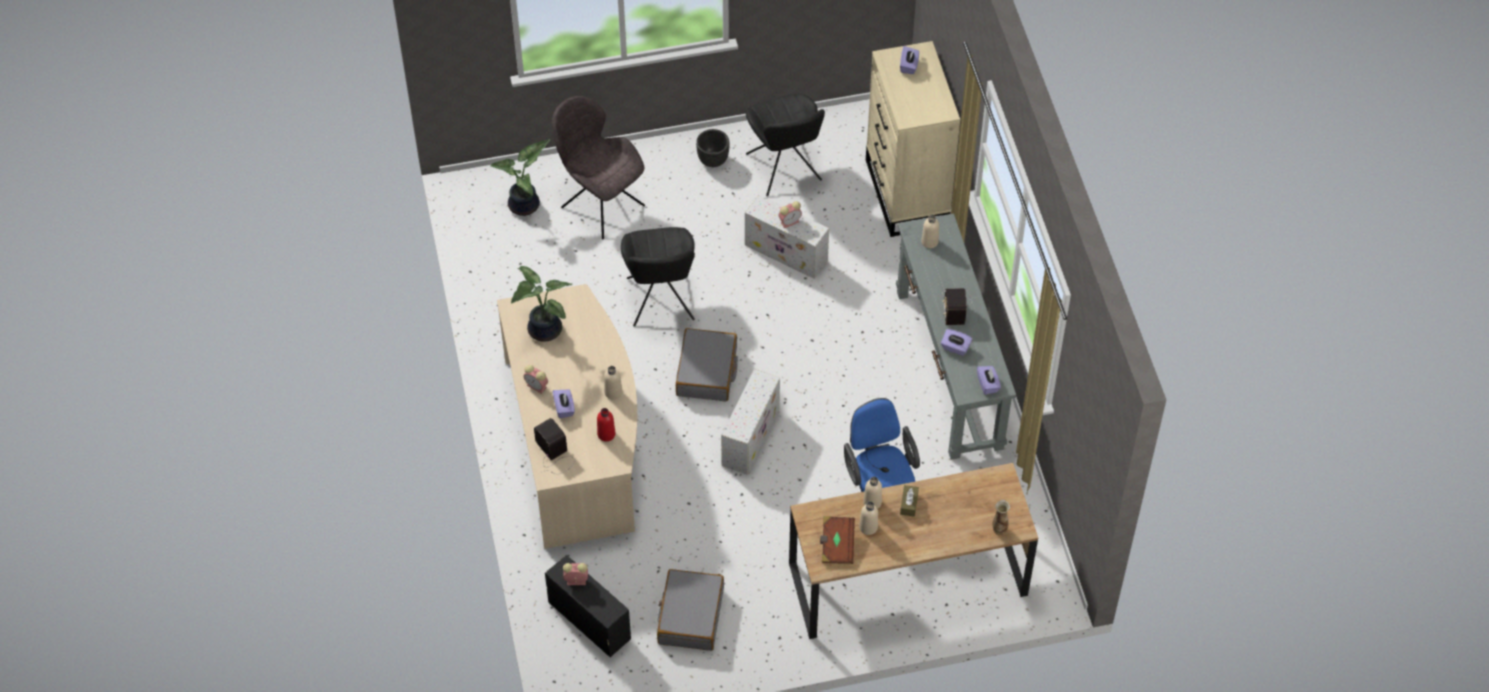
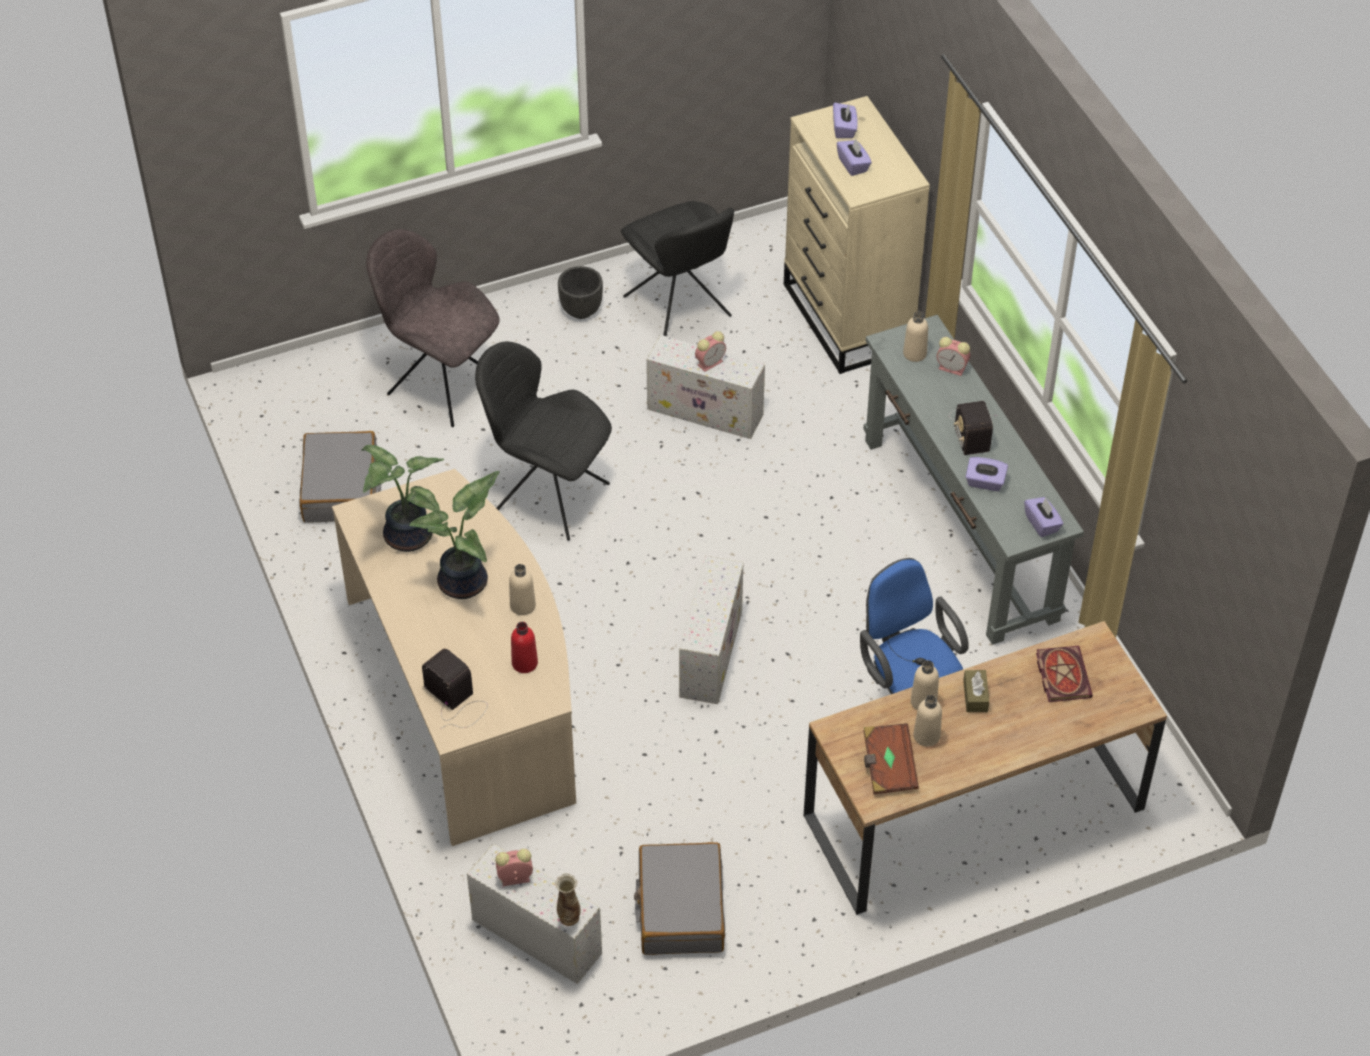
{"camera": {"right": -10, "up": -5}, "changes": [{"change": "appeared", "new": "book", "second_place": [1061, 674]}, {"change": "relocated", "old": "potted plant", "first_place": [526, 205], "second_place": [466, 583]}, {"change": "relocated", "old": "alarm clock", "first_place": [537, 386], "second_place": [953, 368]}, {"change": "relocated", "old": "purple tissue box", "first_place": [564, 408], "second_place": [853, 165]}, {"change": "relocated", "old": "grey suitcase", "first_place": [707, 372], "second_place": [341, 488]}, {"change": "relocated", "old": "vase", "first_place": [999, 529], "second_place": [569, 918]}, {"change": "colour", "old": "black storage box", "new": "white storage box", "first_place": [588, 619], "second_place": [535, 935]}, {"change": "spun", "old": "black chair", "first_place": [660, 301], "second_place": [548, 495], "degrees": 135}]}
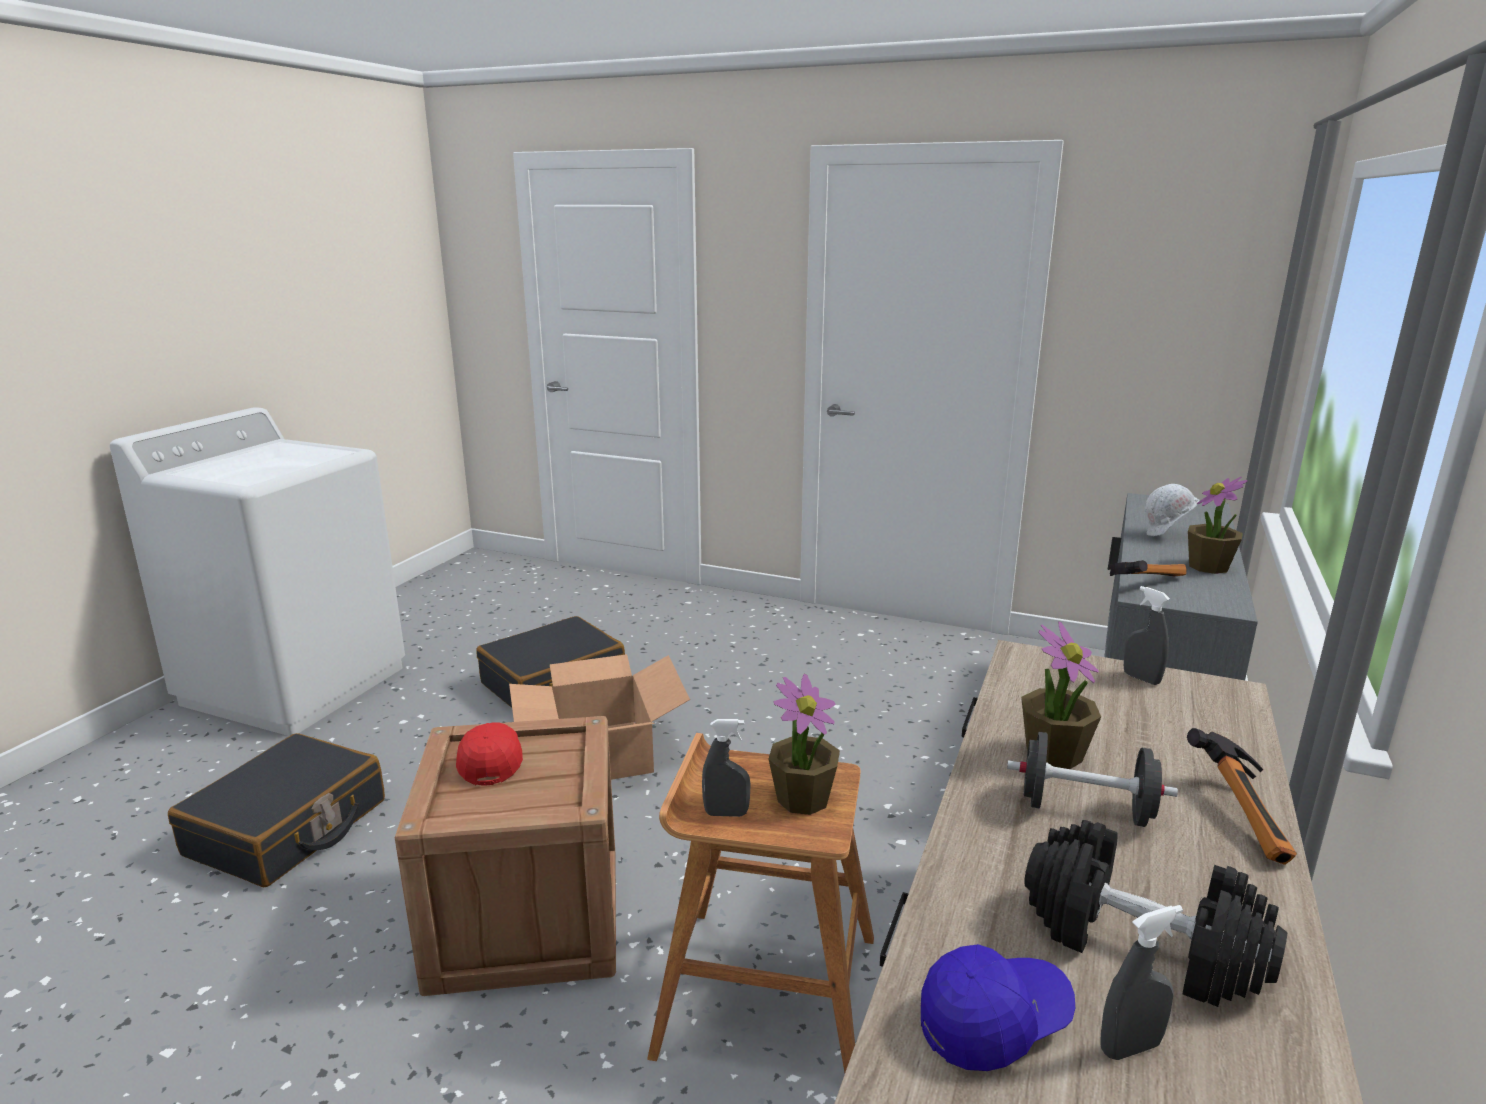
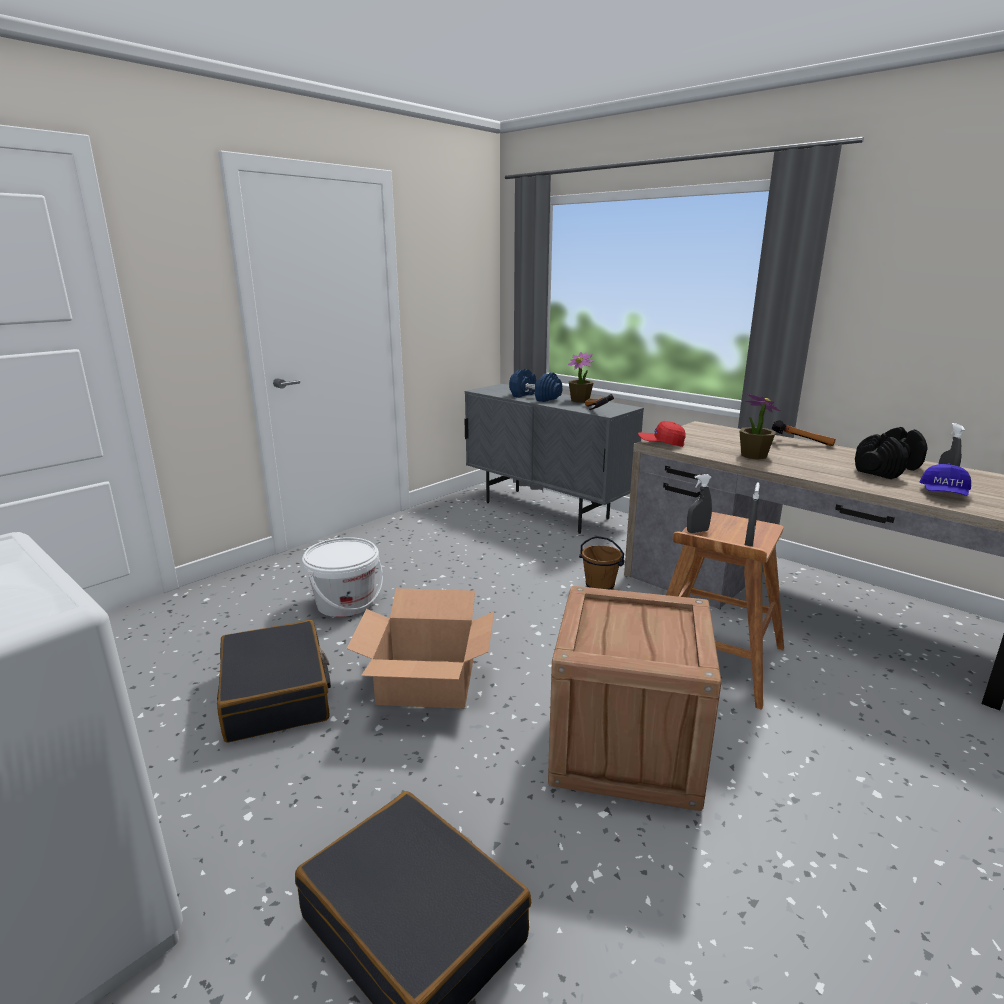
{"camera": {"right": -70, "up": 0}, "changes": [{"change": "missing", "old": "potted plant", "first_place": [803, 798]}, {"change": "missing", "old": "black dumbbell", "first_place": [1085, 809]}, {"change": "appeared", "new": "white bucket", "second_place": [345, 603]}, {"change": "appeared", "new": "brown bucket", "second_place": [600, 588]}, {"change": "relocated", "old": "red cap", "first_place": [491, 761], "second_place": [661, 444]}, {"change": "relocated", "old": "grey spray bottle", "first_place": [1141, 678], "second_place": [697, 531]}, {"change": "exchanged", "old": "white hard hat", "new": "blue dumbbell", "first_place": [1167, 536], "second_place": [535, 397]}, {"change": "spun", "old": "blue cap", "first_place": [993, 1021], "second_place": [943, 494], "degrees": -150}]}
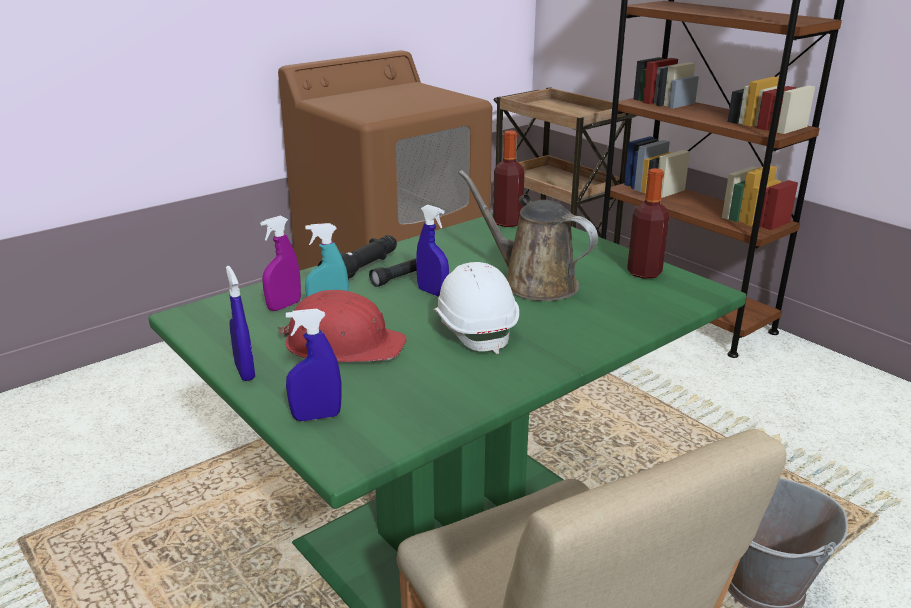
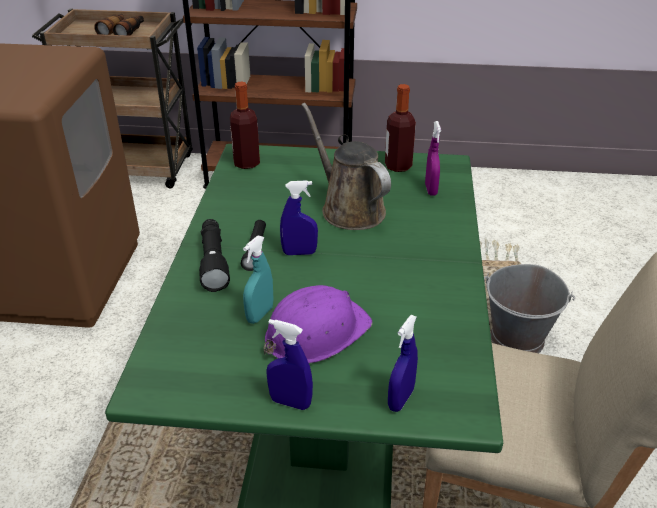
{"camera": {"right": -45, "up": 10}, "changes": [{"change": "missing", "old": "white hard hat", "first_place": [475, 328]}, {"change": "appeared", "new": "binoculars", "second_place": [123, 32]}, {"change": "relocated", "old": "purple spray bottle", "first_place": [284, 306], "second_place": [431, 190]}, {"change": "colour", "old": "red hard hat", "new": "purple hard hat", "first_place": [343, 344], "second_place": [315, 332]}, {"change": "spun", "old": "brown watering can", "first_place": [533, 283], "second_place": [349, 208], "degrees": 60}]}
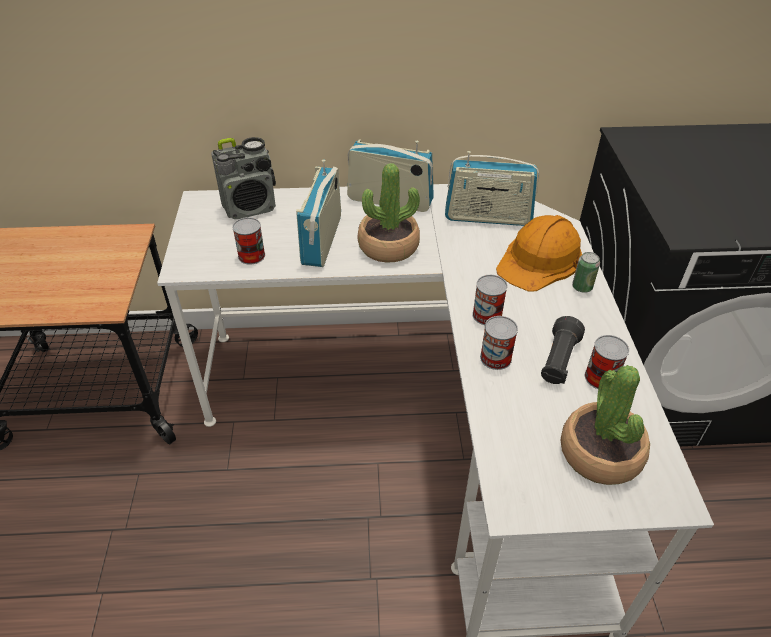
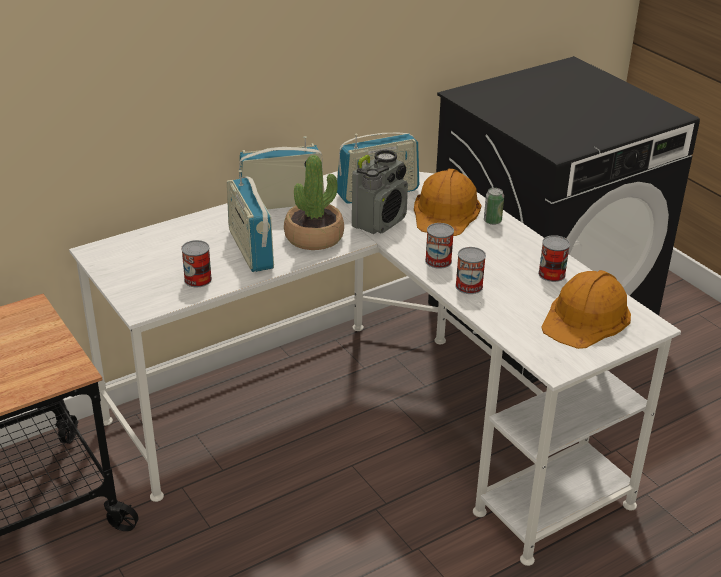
{"camera": {"right": -30, "up": -10}, "changes": [{"change": "missing", "old": "black flashlight", "first_place": [558, 361]}, {"change": "relocated", "old": "radio", "first_place": [250, 207], "second_place": [379, 222]}, {"change": "exchanged", "old": "potted plant", "new": "orange hard hat", "first_place": [600, 453], "second_place": [586, 318]}]}
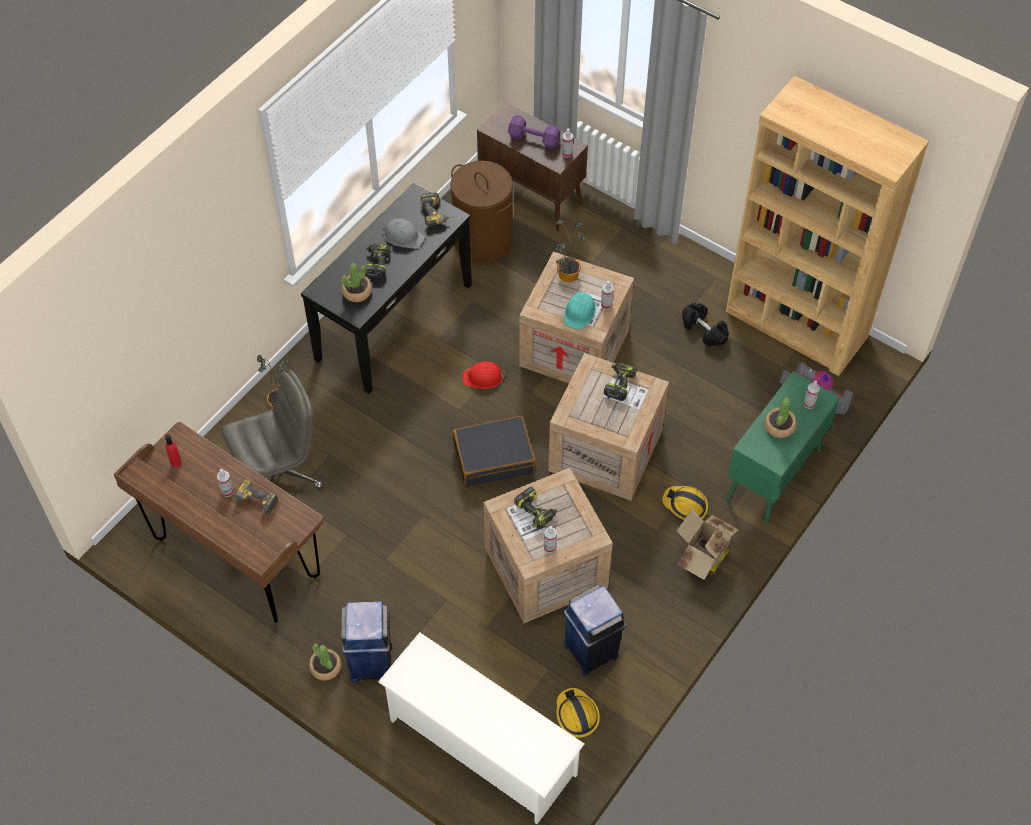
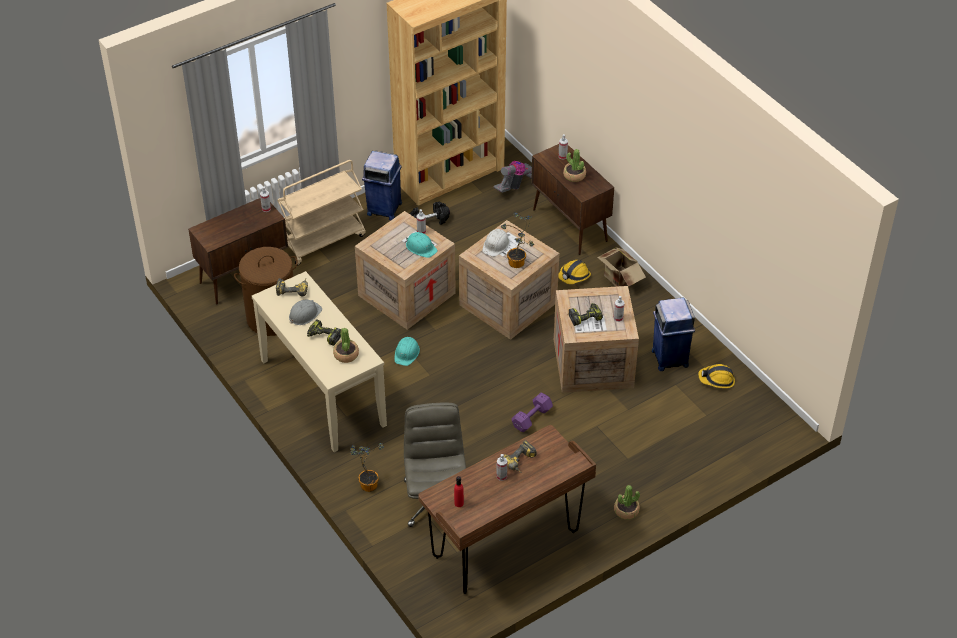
{"camera": {"right": -70, "up": -10}, "changes": [{"change": "missing", "old": "white shoe rack", "first_place": [481, 747]}, {"change": "missing", "old": "black suitcase", "first_place": [494, 458]}, {"change": "appeared", "new": "beige cart", "second_place": [323, 240]}, {"change": "relocated", "old": "blue trash can", "first_place": [371, 662], "second_place": [383, 208]}, {"change": "relocated", "old": "purple dumbbell", "first_place": [533, 138], "second_place": [531, 418]}, {"change": "relocated", "old": "potted plant", "first_place": [566, 277], "second_place": [518, 264]}, {"change": "exchanged", "old": "power drill", "new": "white hard hat", "first_place": [619, 384], "second_place": [496, 245]}, {"change": "colour", "old": "black console table", "new": "beige console table", "first_place": [393, 321], "second_place": [322, 393]}, {"change": "colour", "old": "red hard hat", "new": "turquoise hard hat", "first_place": [483, 377], "second_place": [407, 353]}, {"change": "colour", "old": "green cabinet", "new": "brown cabinet", "first_place": [773, 476], "second_place": [570, 226]}]}
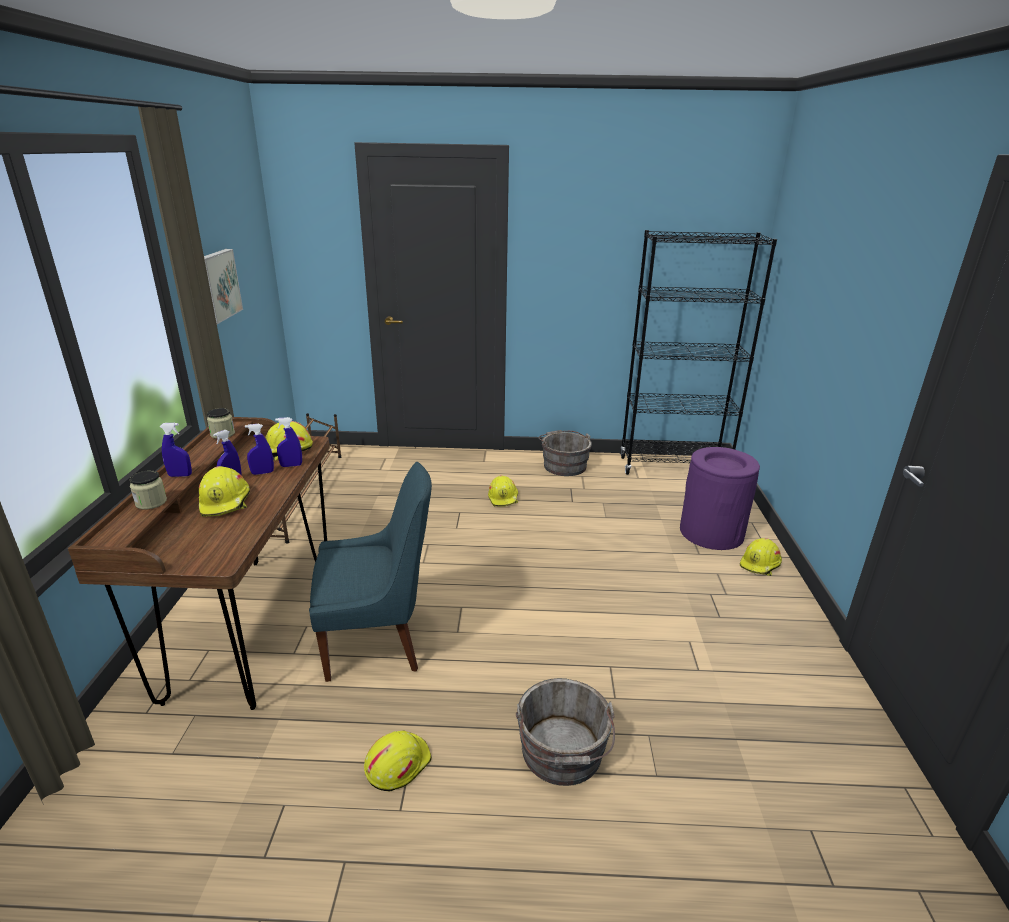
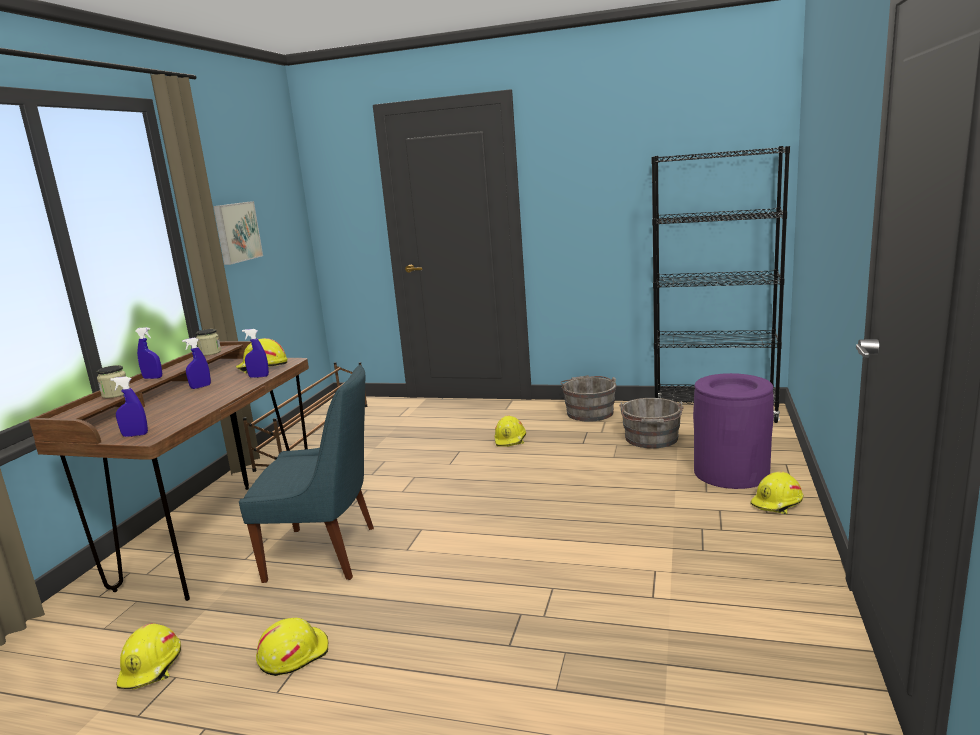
{"camera": {"right": 15, "up": -10}, "changes": [{"change": "relocated", "old": "yellow hard hat", "first_place": [226, 502], "second_place": [152, 667]}, {"change": "relocated", "old": "blue spray bottle", "first_place": [262, 473], "second_place": [135, 435]}, {"change": "relocated", "old": "grey bucket", "first_place": [562, 755], "second_place": [651, 439]}]}
